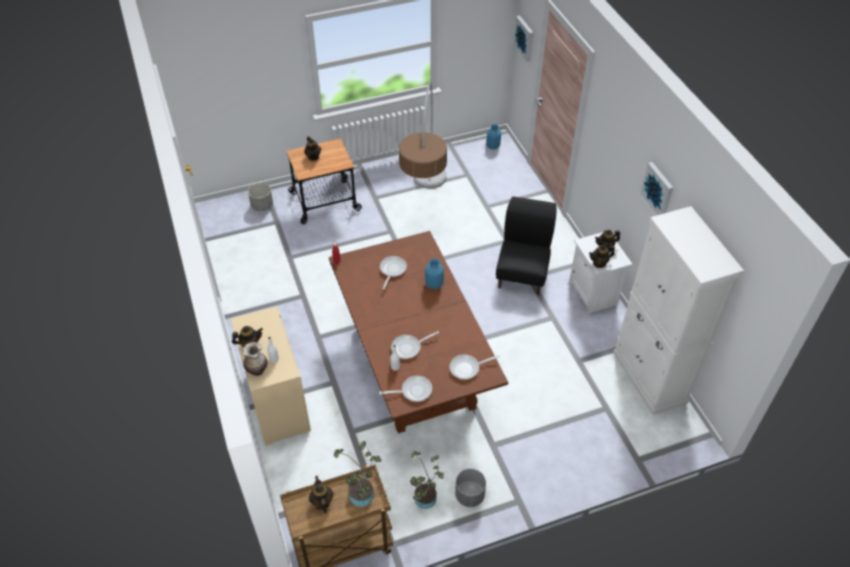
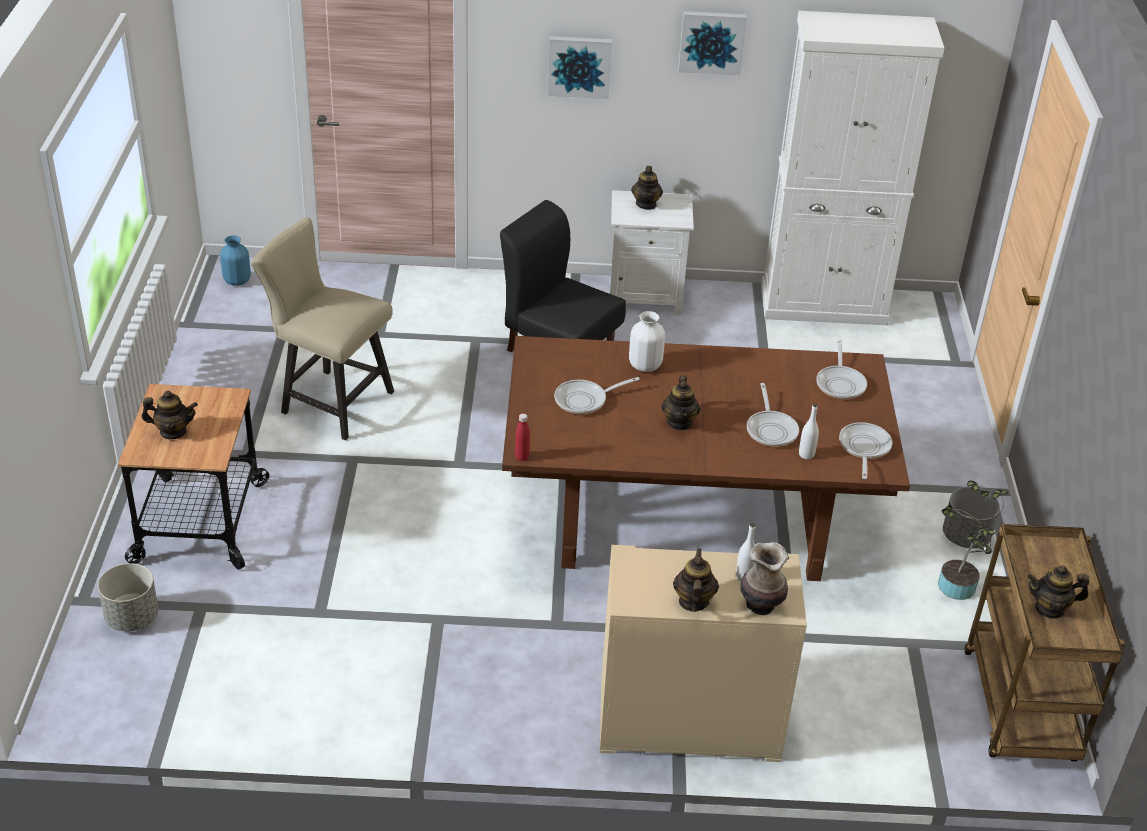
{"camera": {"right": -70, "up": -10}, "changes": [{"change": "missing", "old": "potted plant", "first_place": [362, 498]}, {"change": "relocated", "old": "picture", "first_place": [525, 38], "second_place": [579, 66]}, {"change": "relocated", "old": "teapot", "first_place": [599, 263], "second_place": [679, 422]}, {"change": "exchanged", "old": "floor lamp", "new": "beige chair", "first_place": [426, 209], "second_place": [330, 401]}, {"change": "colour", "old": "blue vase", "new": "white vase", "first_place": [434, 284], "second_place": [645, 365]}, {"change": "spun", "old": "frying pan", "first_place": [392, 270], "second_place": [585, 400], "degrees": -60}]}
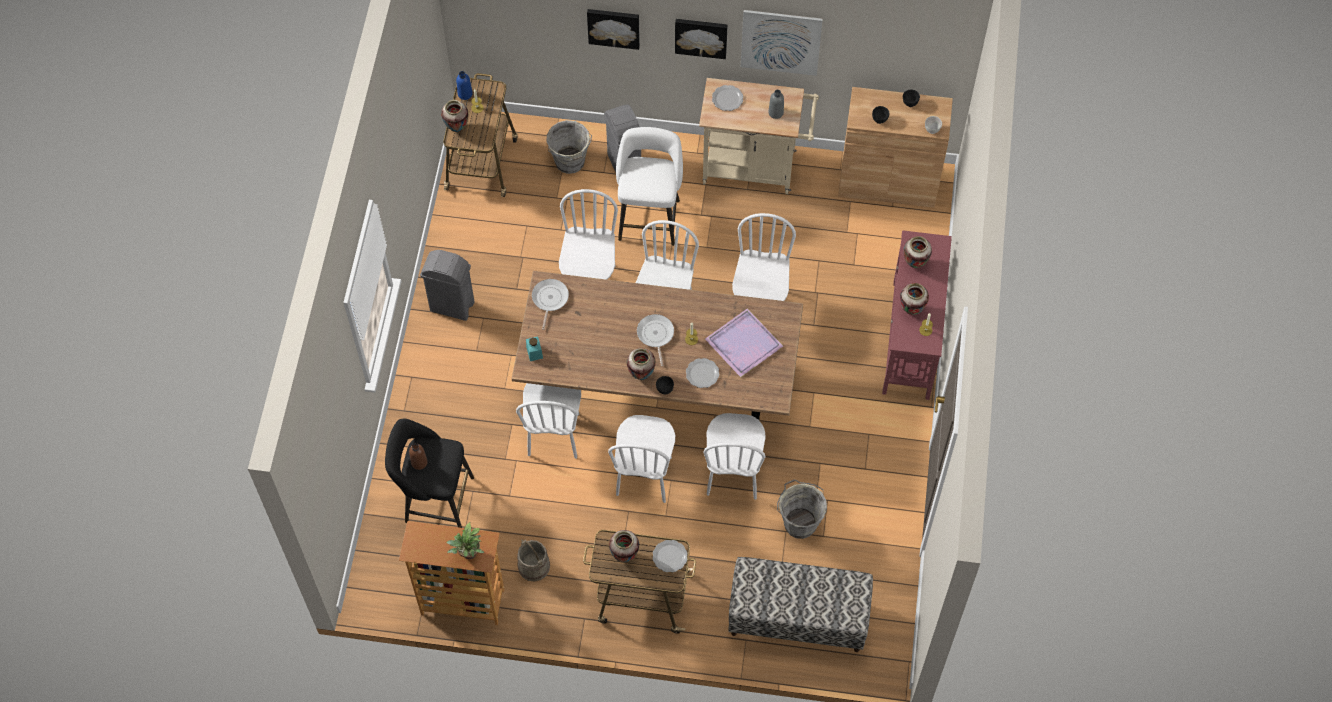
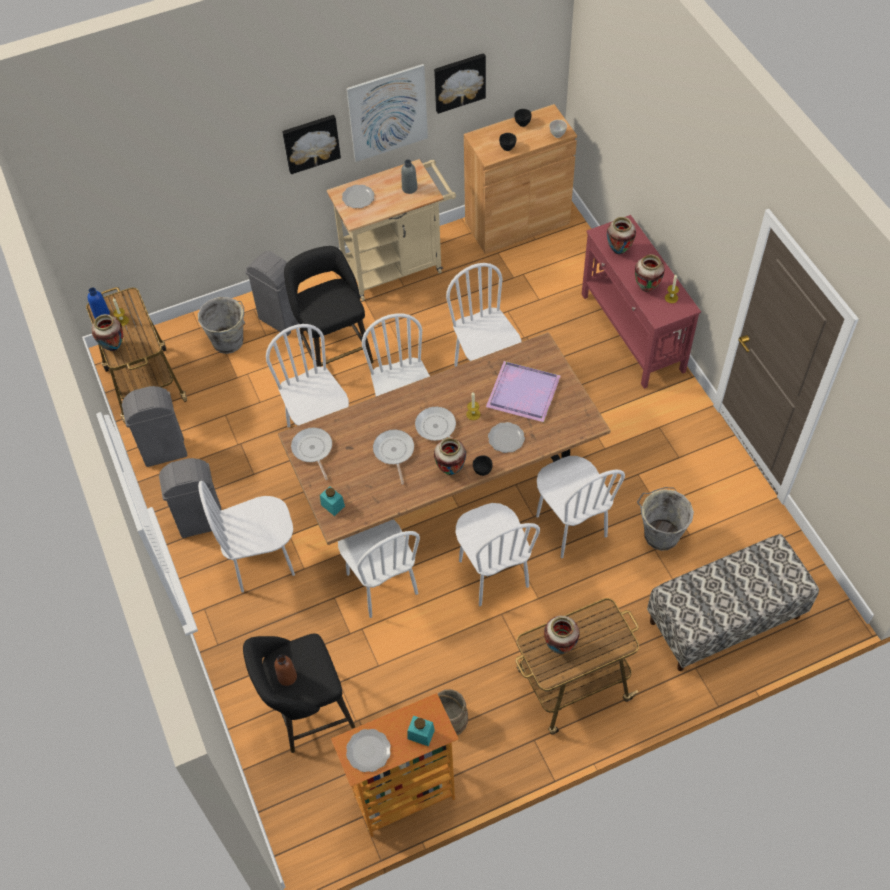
{"camera": {"right": -30, "up": -5}, "changes": [{"change": "appeared", "new": "grey trash can", "second_place": [164, 452]}, {"change": "appeared", "new": "white chair", "second_place": [262, 562]}, {"change": "appeared", "new": "frying pan", "second_place": [394, 452]}, {"change": "relocated", "old": "picture", "first_place": [614, 27], "second_place": [459, 82]}, {"change": "relocated", "old": "plate", "first_place": [670, 556], "second_place": [368, 750]}, {"change": "exchanged", "old": "potted plant", "new": "turquoise jar", "first_place": [468, 554], "second_place": [421, 734]}, {"change": "colour", "old": "white stool", "new": "black stool", "first_place": [649, 216], "second_place": [334, 350]}]}
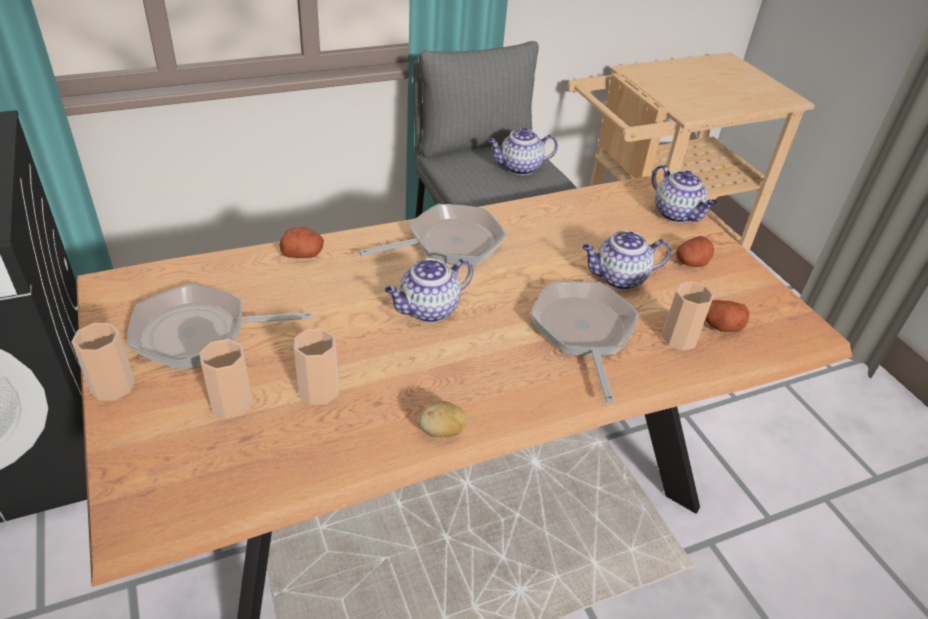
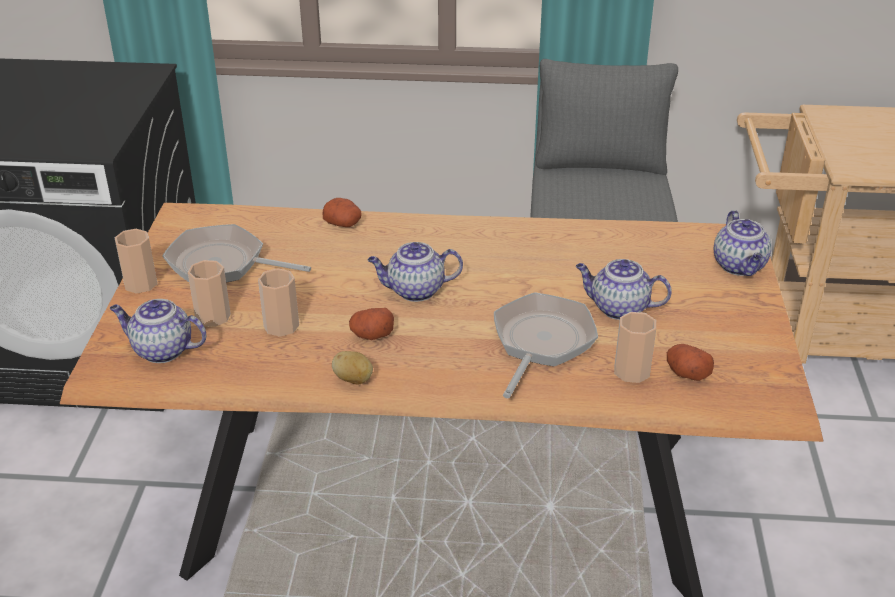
{"camera": {"right": 30, "up": -5}, "changes": [{"change": "missing", "old": "frying pan", "first_place": [448, 243]}, {"change": "relocated", "old": "teapot", "first_place": [519, 168], "second_place": [161, 350]}, {"change": "relocated", "old": "potato", "first_place": [691, 262], "second_place": [371, 335]}]}
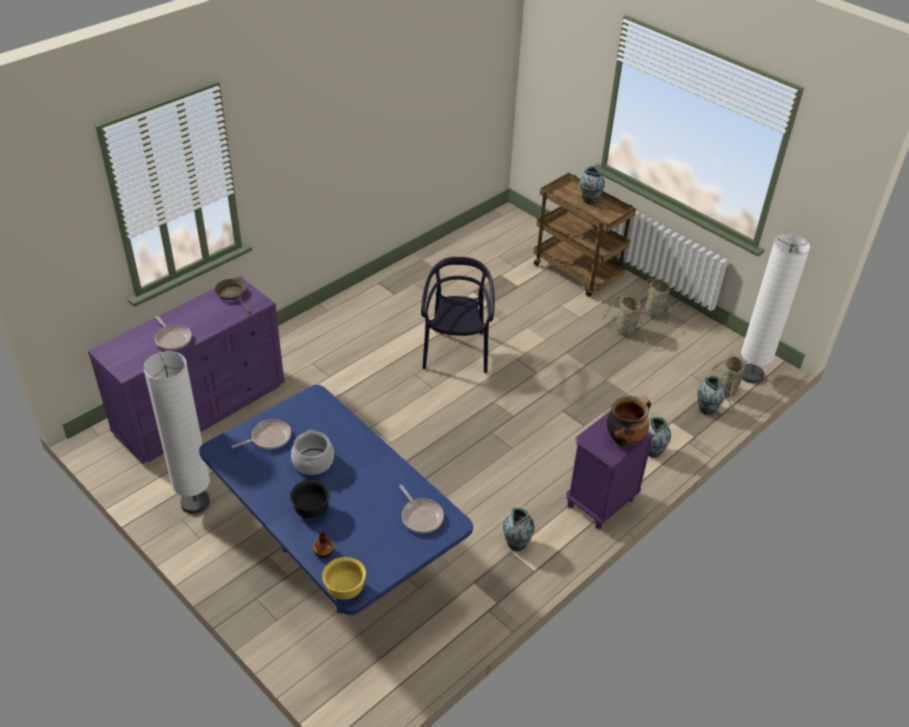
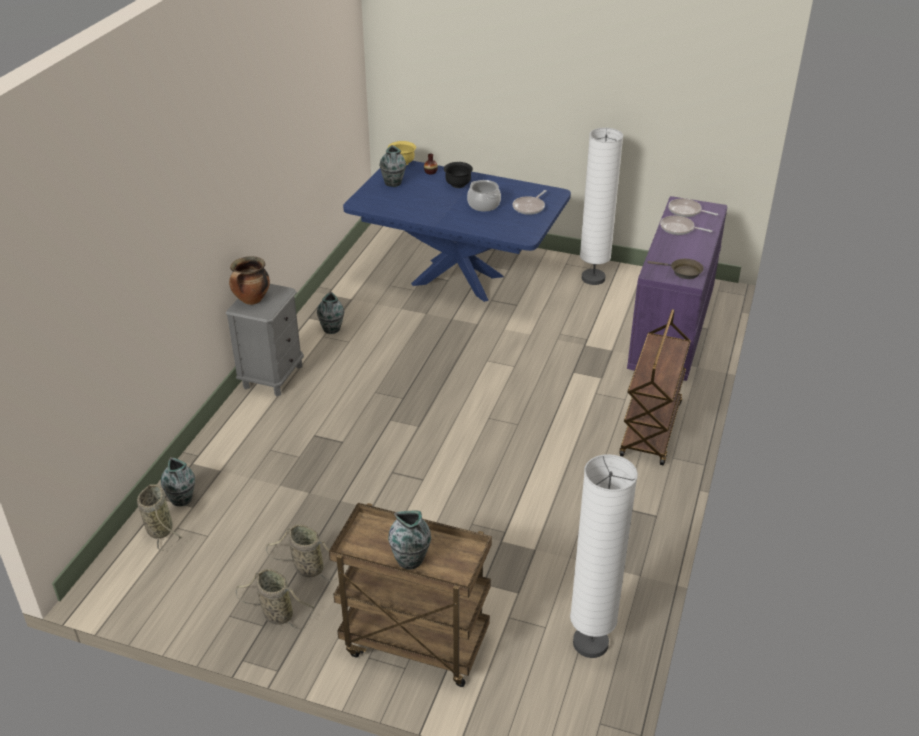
{"camera": {"right": 155, "up": -5}, "changes": [{"change": "missing", "old": "black chair", "first_place": [456, 351]}, {"change": "appeared", "new": "brown cart", "second_place": [651, 430]}, {"change": "relocated", "old": "frying pan", "first_place": [421, 516], "second_place": [686, 211]}, {"change": "relocated", "old": "vase", "first_place": [652, 450], "second_place": [393, 183]}, {"change": "relocated", "old": "white floor lamp", "first_place": [751, 375], "second_place": [590, 643]}, {"change": "colour", "old": "purple nightstand", "new": "grey nightstand", "first_place": [600, 502], "second_place": [272, 376]}]}
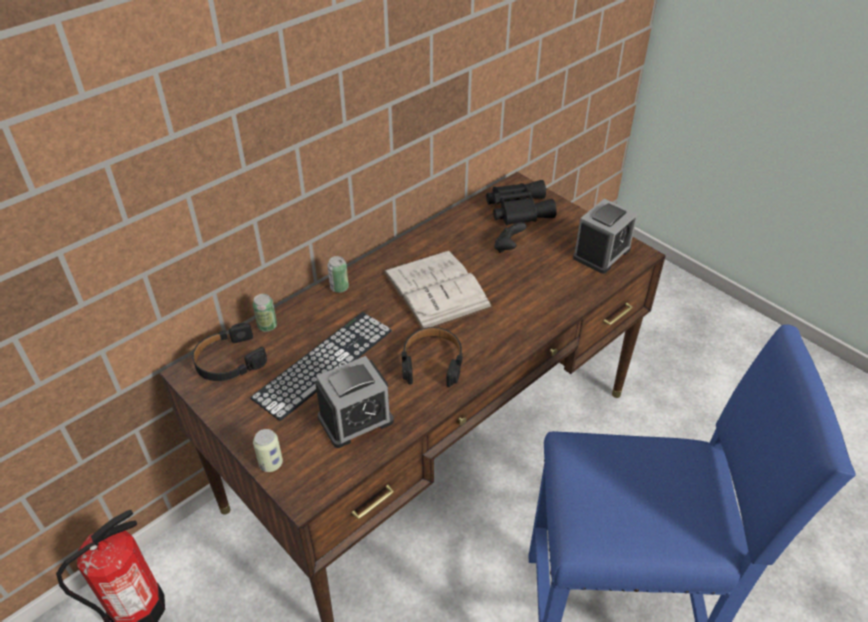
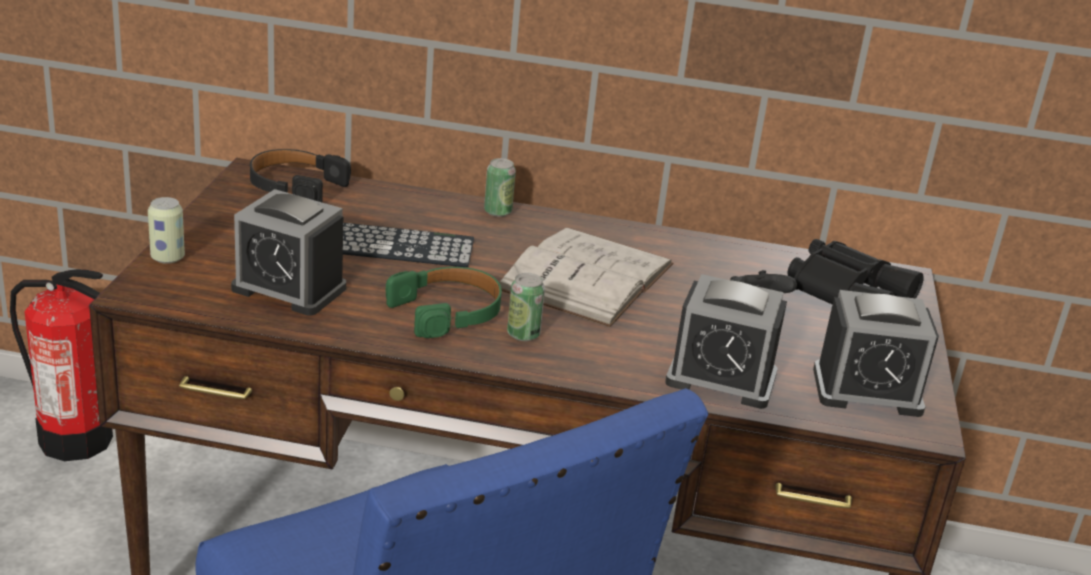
{"camera": {"right": 50, "up": -15}, "changes": [{"change": "appeared", "new": "alarm clock", "second_place": [721, 378]}, {"change": "relocated", "old": "can", "first_place": [267, 326], "second_place": [523, 334]}, {"change": "colour", "old": "black headphones", "new": "green headphones", "first_place": [432, 362], "second_place": [447, 312]}]}
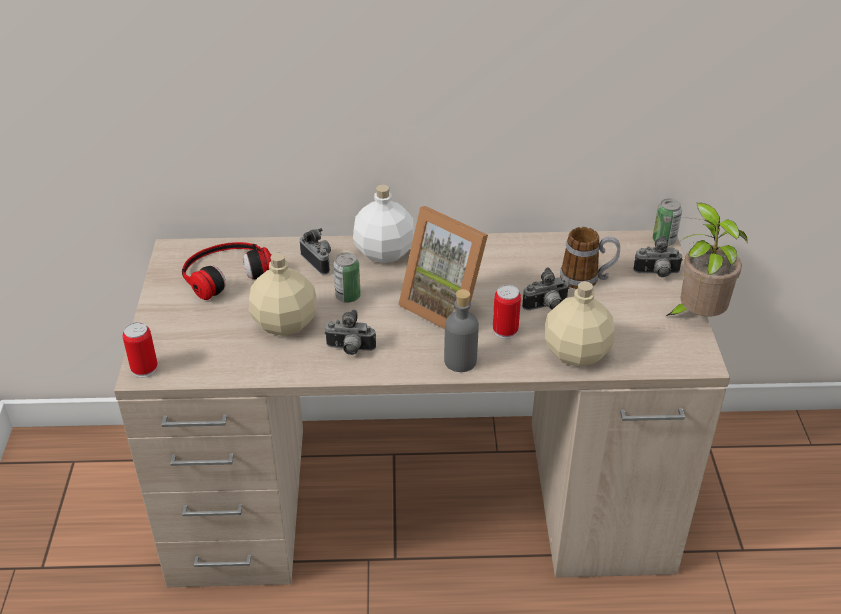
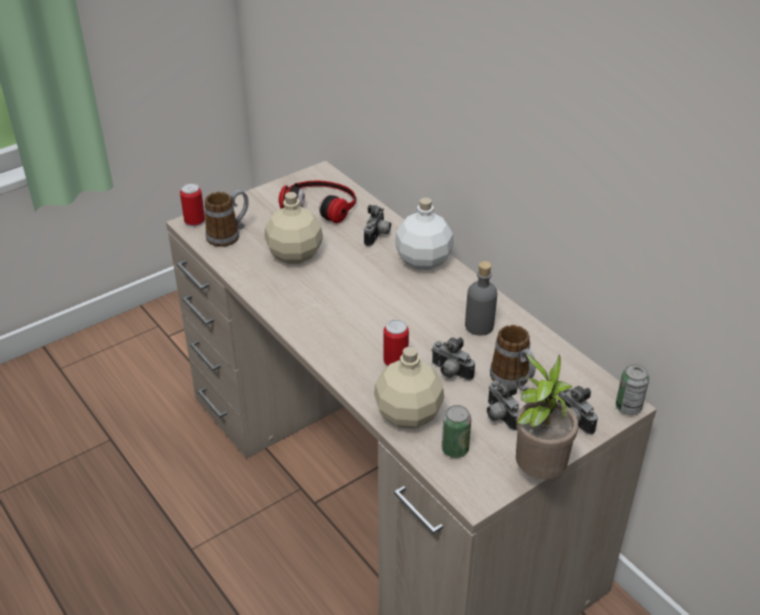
{"camera": {"right": 55, "up": 0}, "changes": [{"change": "missing", "old": "picture frame", "first_place": [447, 306]}, {"change": "appeared", "new": "mug", "second_place": [229, 235]}, {"change": "relocated", "old": "photo camera", "first_place": [350, 350], "second_place": [499, 416]}, {"change": "relocated", "old": "can", "first_place": [348, 296], "second_place": [455, 449]}, {"change": "relocated", "old": "grey bottle", "first_place": [460, 361], "second_place": [479, 326]}]}
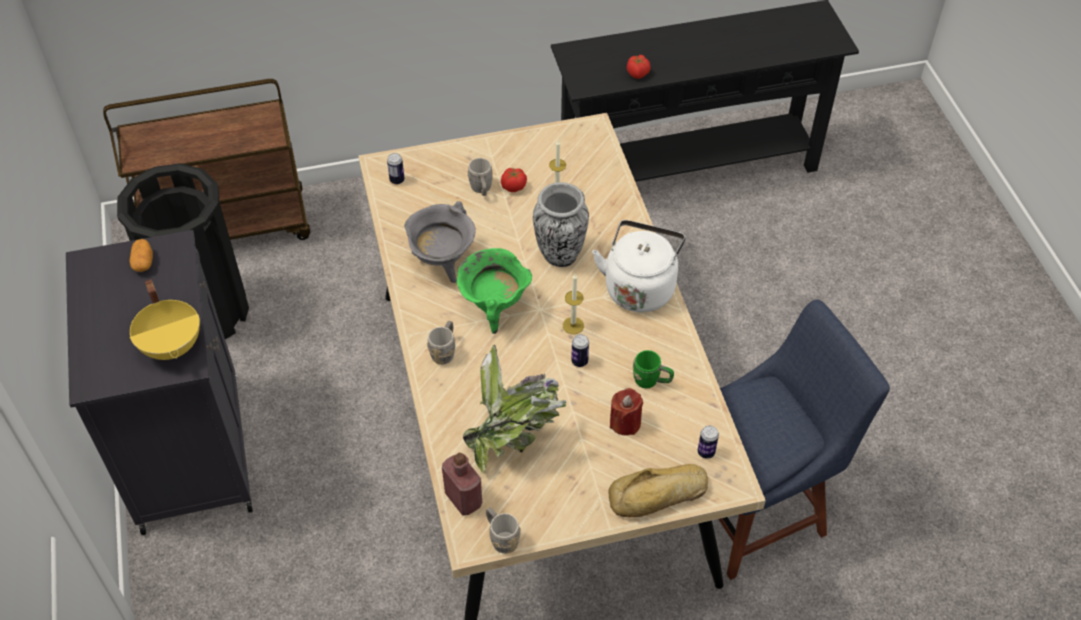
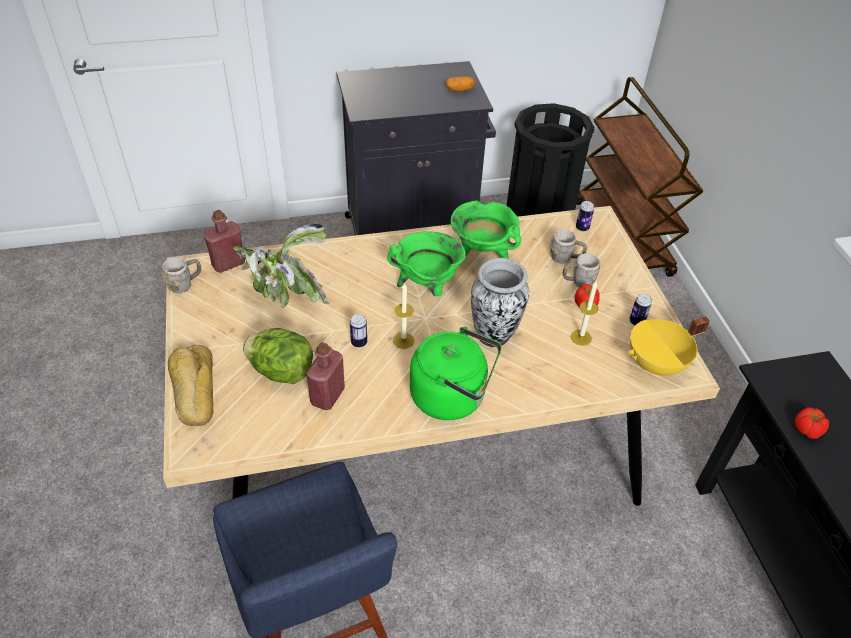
{"camera": {"right": 90, "up": -5}, "changes": [{"change": "relocated", "old": "yellow cooking pot", "first_place": [173, 346], "second_place": [656, 365]}, {"change": "relocated", "old": "grey mug", "first_place": [444, 351], "second_place": [565, 258]}, {"change": "relocated", "old": "can", "first_place": [706, 452], "second_place": [636, 321]}, {"change": "exchanged", "old": "red candle", "new": "lettuce", "first_place": [625, 422], "second_place": [281, 371]}, {"change": "exchanged", "old": "green mug", "new": "red bottle", "first_place": [651, 381], "second_place": [327, 396]}, {"change": "colour", "old": "grey cooking pot", "new": "green cooking pot", "first_place": [442, 263], "second_place": [482, 255]}, {"change": "colour", "old": "white kettle", "new": "green kettle", "first_place": [640, 286], "second_place": [452, 397]}]}
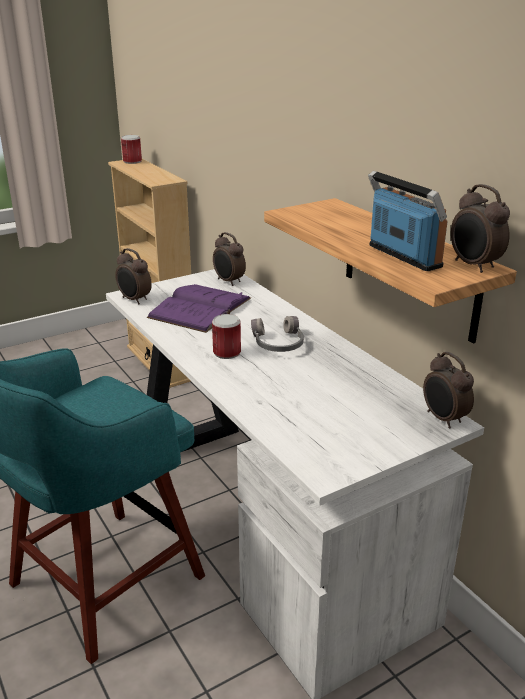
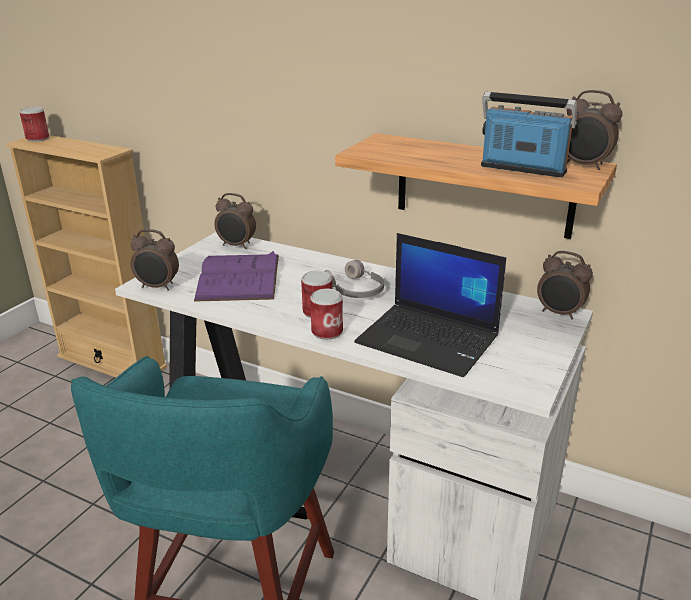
{"camera": {"right": -30, "up": 0}, "changes": [{"change": "appeared", "new": "can", "second_place": [327, 332]}, {"change": "appeared", "new": "laptop", "second_place": [429, 339]}]}
